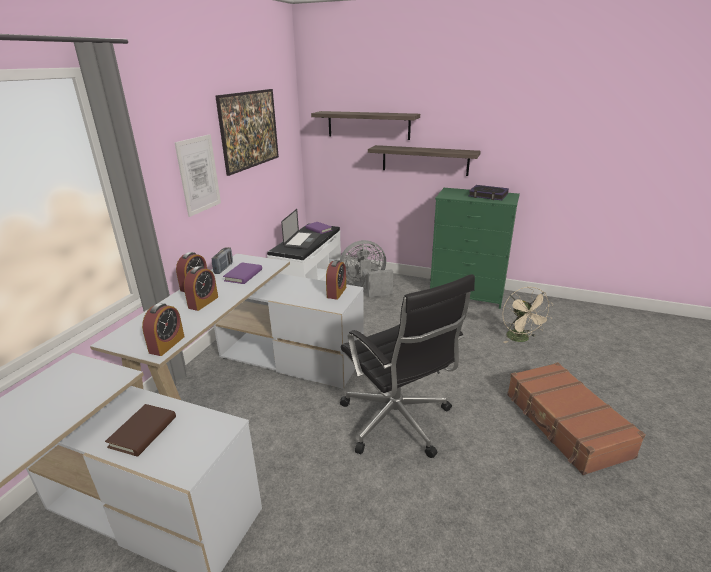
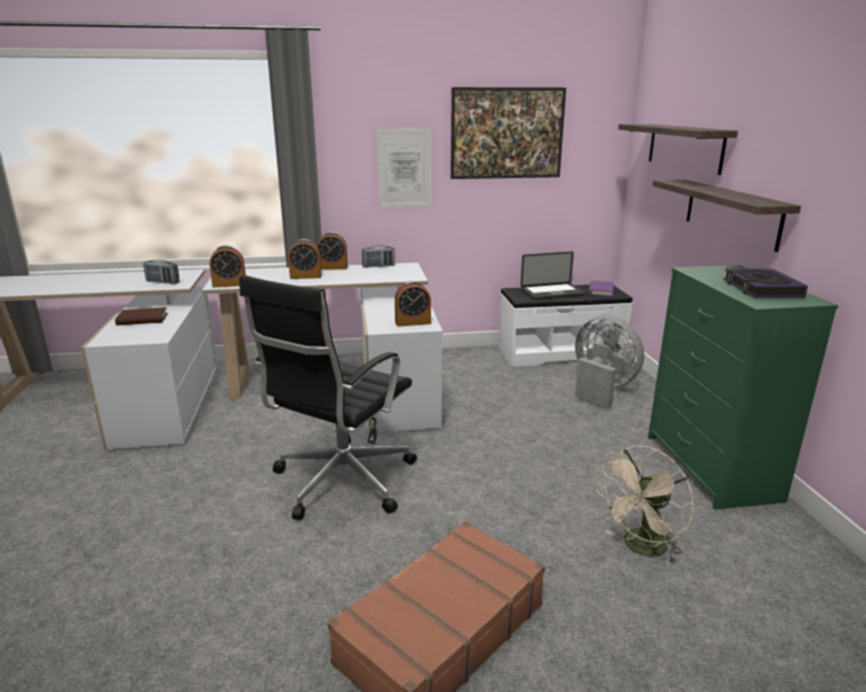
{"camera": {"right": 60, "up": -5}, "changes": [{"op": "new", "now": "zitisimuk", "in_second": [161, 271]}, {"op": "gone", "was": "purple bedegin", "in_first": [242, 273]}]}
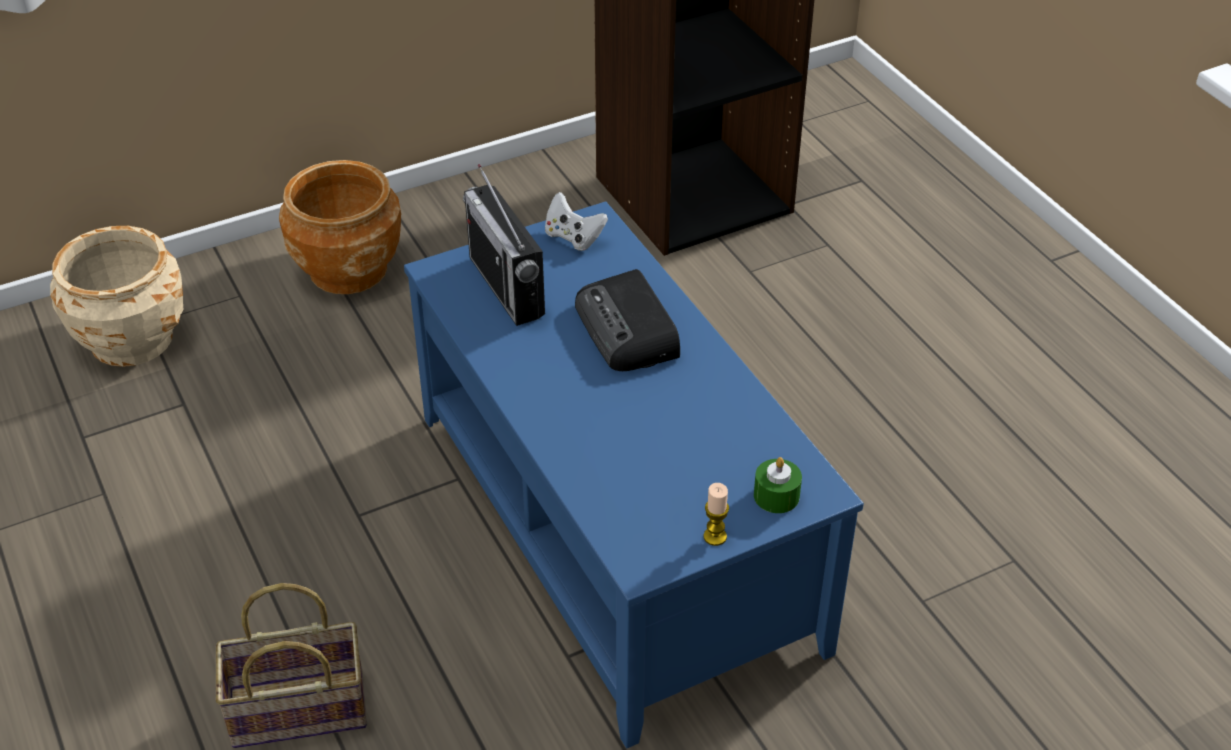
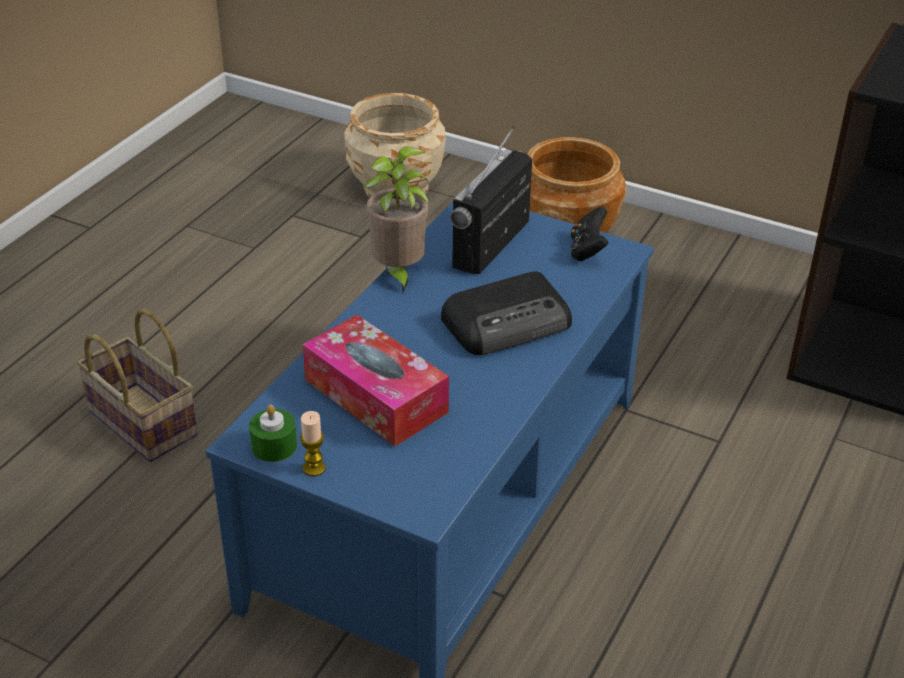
{"camera": {"right": 55, "up": -5}, "changes": [{"op": "shifted", "was": "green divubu", "in_first": [778, 485], "in_second": [273, 433]}, {"op": "new", "now": "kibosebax", "in_second": [376, 380]}, {"op": "new", "now": "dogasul", "in_second": [397, 220]}, {"op": "rotated", "was": "zitisimuk", "in_first": [627, 320], "in_second": [506, 313], "clockwise": -150}, {"op": "repainted", "was": "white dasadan", "now": "black dasadan", "in_first": [576, 221], "in_second": [589, 234]}]}
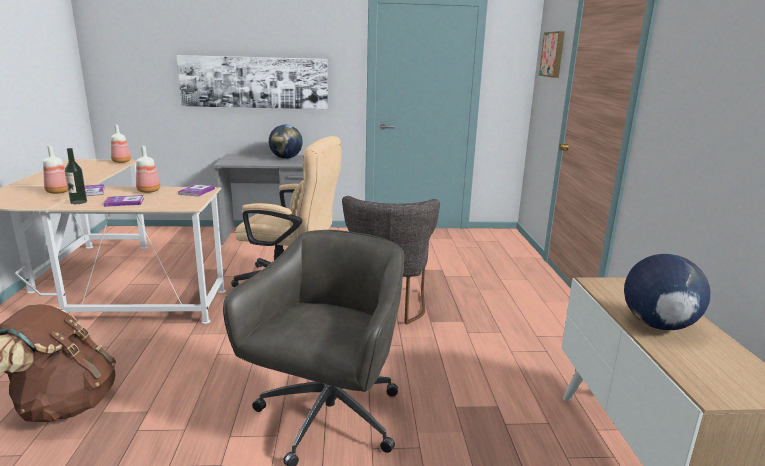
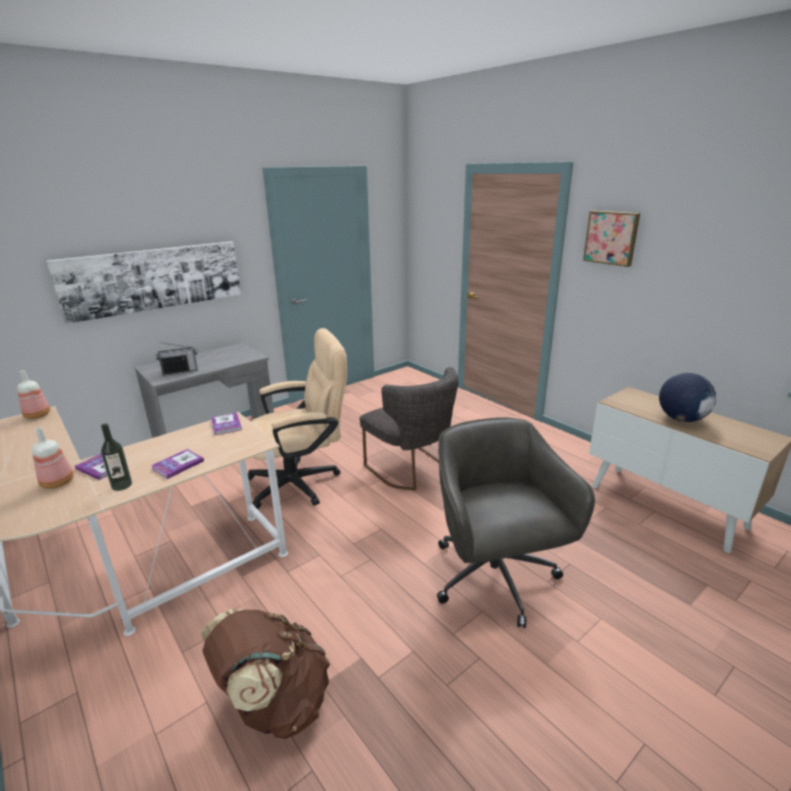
{"camera": {"right": -35, "up": 5}, "changes": [{"op": "new", "now": "zitisimuk", "in_second": [176, 359]}, {"op": "shifted", "was": "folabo", "in_first": [552, 54], "in_second": [611, 239]}, {"op": "gone", "was": "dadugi", "in_first": [148, 169]}, {"op": "gone", "was": "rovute", "in_first": [286, 142]}]}
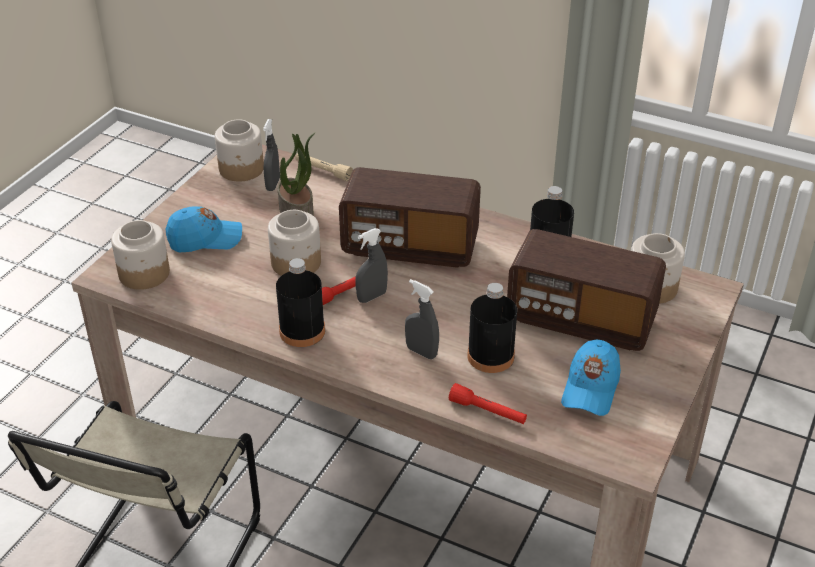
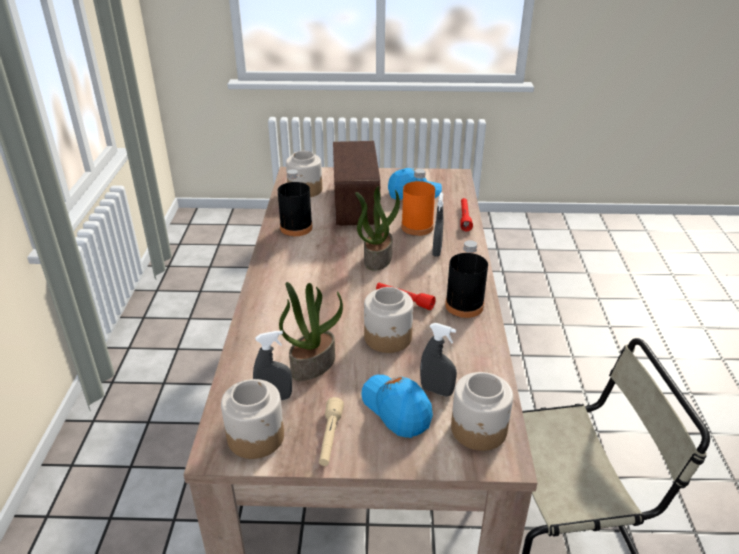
{"camera": {"right": -115, "up": -5}, "changes": [{"op": "shifted", "was": "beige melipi", "in_first": [324, 167], "in_second": [331, 431]}, {"op": "new", "now": "dogasul", "in_second": [377, 228]}, {"op": "repainted", "was": "black dadugi", "now": "orange dadugi", "in_first": [492, 328], "in_second": [418, 202]}, {"op": "shifted", "was": "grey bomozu", "in_first": [371, 265], "in_second": [438, 359]}, {"op": "gone", "was": "zitisimuk", "in_first": [410, 217]}]}
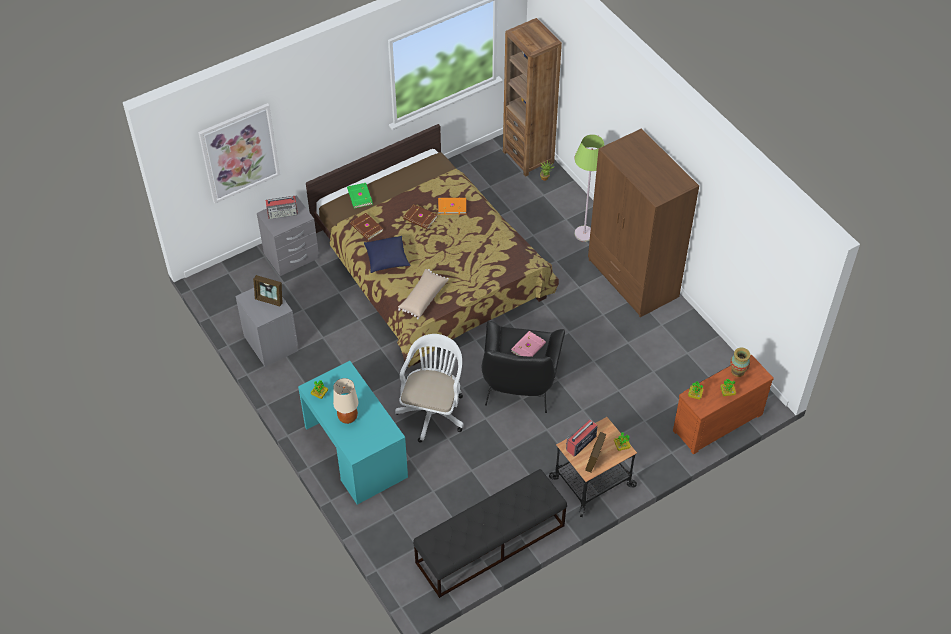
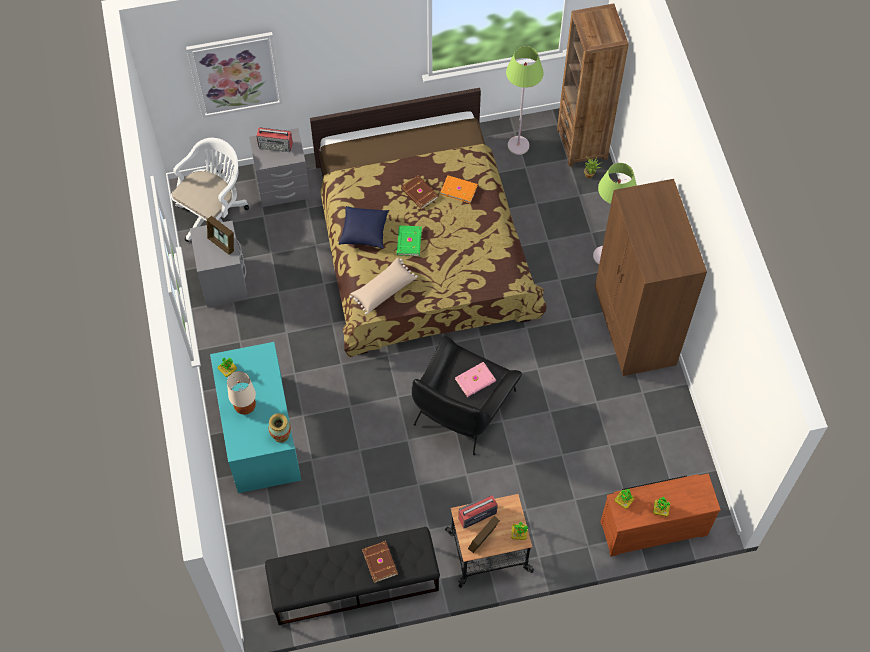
{"camera": {"right": 20, "up": 10}, "changes": [{"op": "shifted", "was": "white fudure", "in_first": [429, 388], "in_second": [210, 190]}, {"op": "shifted", "was": "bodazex", "in_first": [740, 362], "in_second": [279, 428]}, {"op": "shifted", "was": "brown bedegin", "in_first": [366, 226], "in_second": [380, 562]}, {"op": "shifted", "was": "green bedegin", "in_first": [360, 195], "in_second": [409, 240]}, {"op": "new", "now": "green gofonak", "in_second": [525, 100]}]}
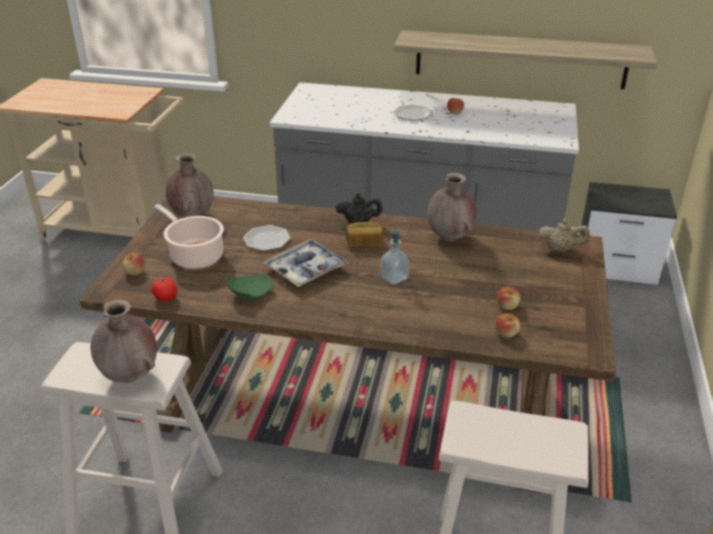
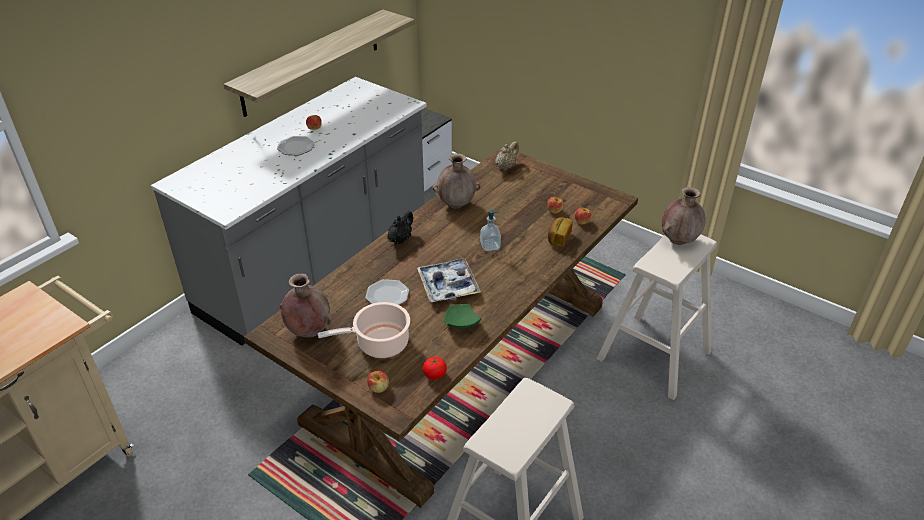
{"camera": {"right": -65, "up": 5}, "changes": [{"op": "shifted", "was": "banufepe", "in_first": [364, 234], "in_second": [560, 231]}, {"op": "shifted", "was": "brown bodazex", "in_first": [124, 341], "in_second": [684, 216]}]}
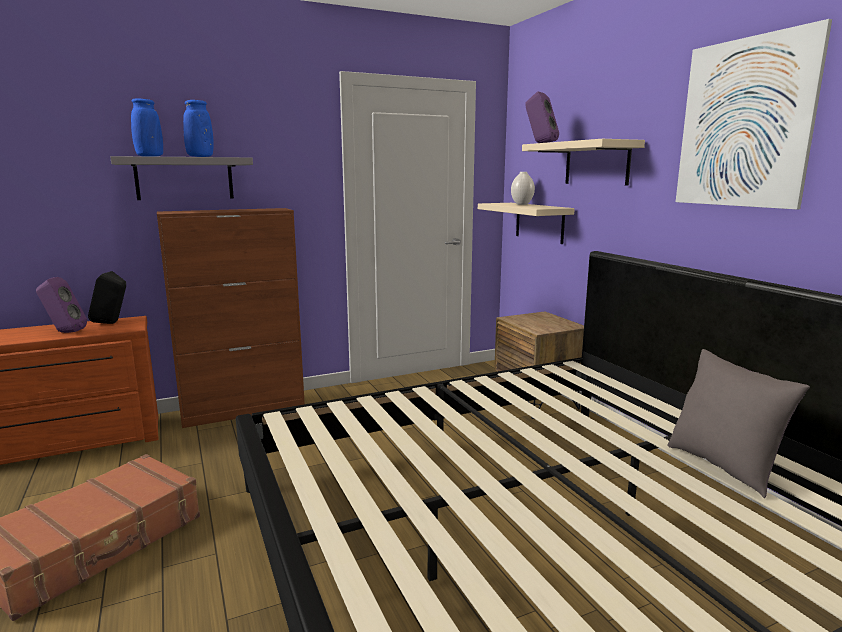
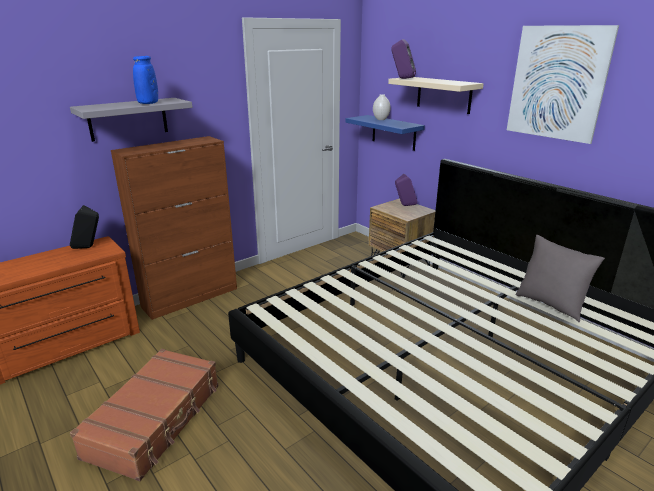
{"camera": {"right": -15, "up": 10}, "changes": [{"op": "repainted", "was": "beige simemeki", "now": "blue simemeki", "in_first": [526, 223], "in_second": [385, 133]}, {"op": "shifted", "was": "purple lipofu", "in_first": [61, 305], "in_second": [406, 190]}, {"op": "gone", "was": "blue bodazex", "in_first": [147, 127]}]}
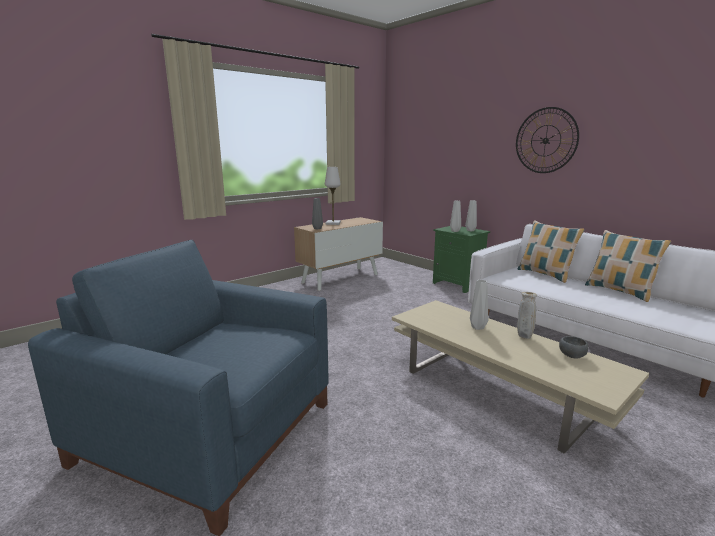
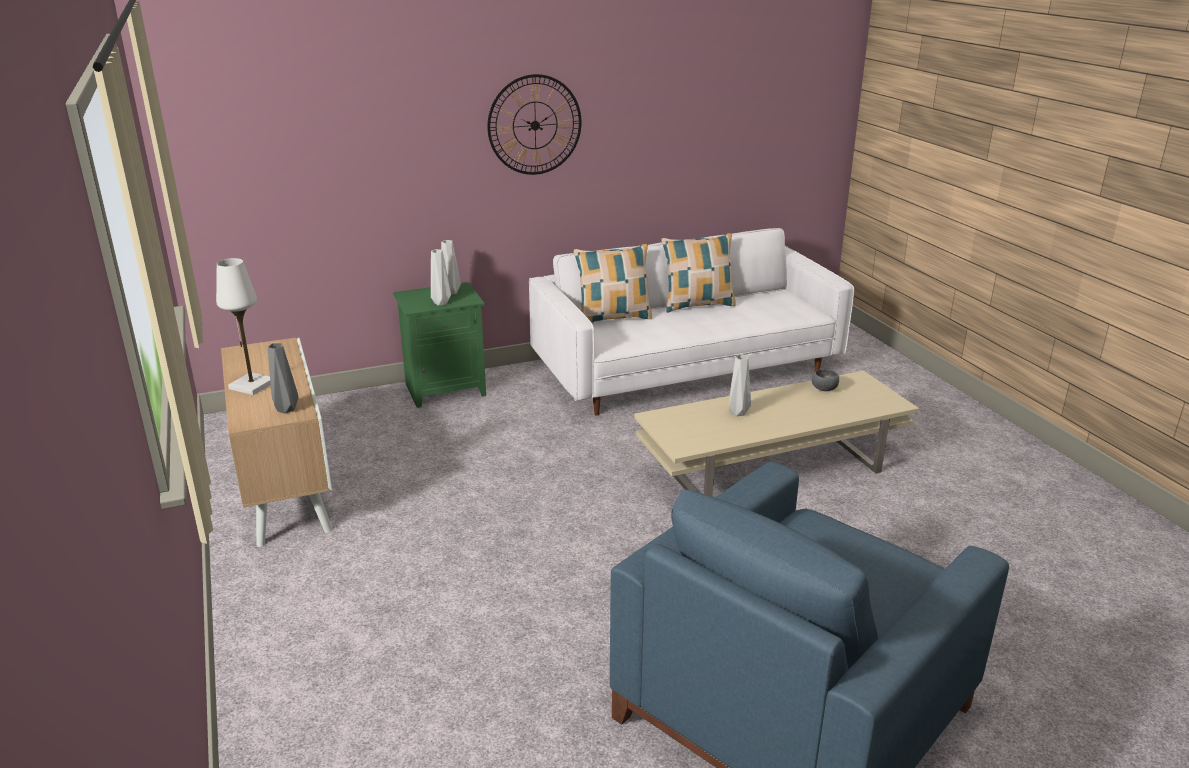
{"camera": {"right": -70, "up": 10}, "changes": [{"op": "gone", "was": "beige bodazex", "in_first": [527, 315]}]}
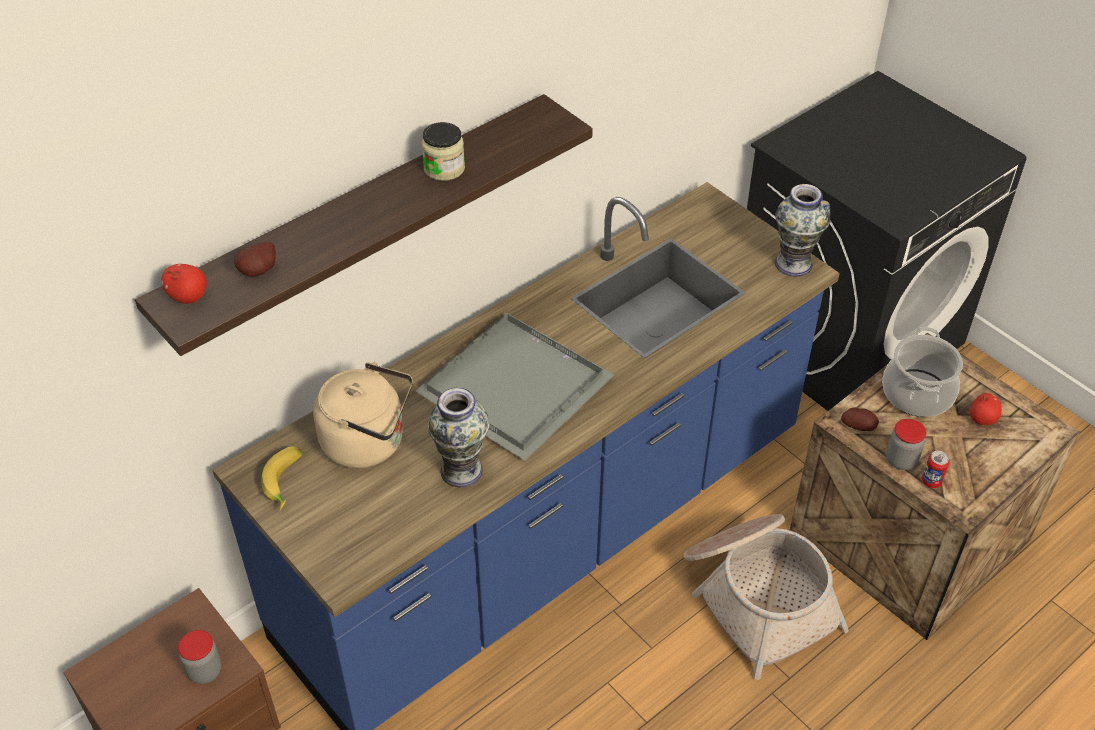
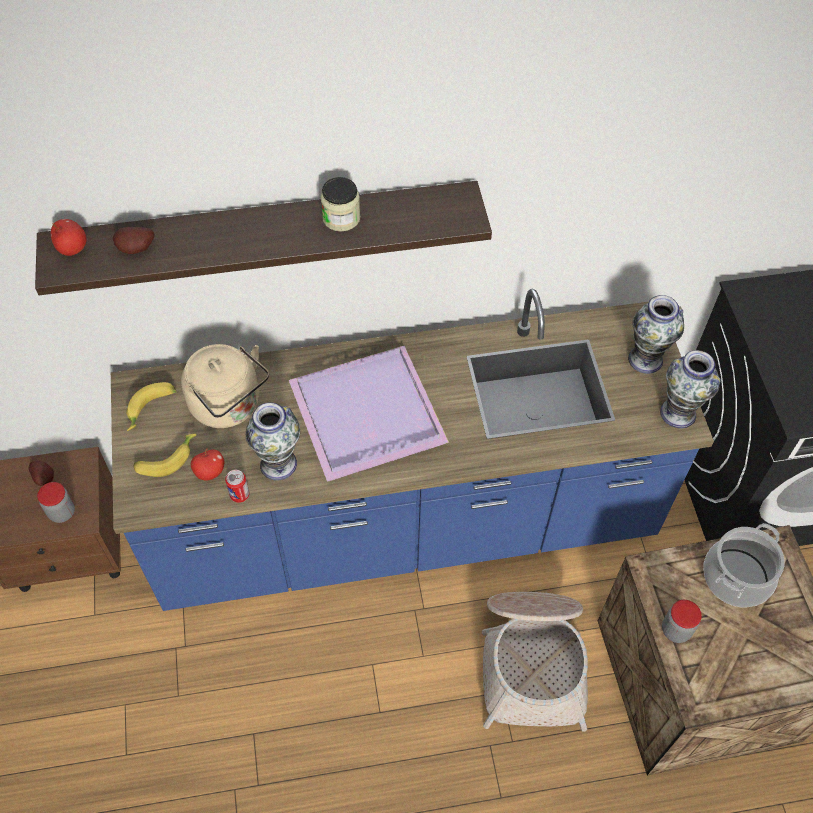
{"camera": {"right": 30, "up": 10}, "changes": [{"op": "shifted", "was": "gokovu", "in_first": [860, 419], "in_second": [41, 473]}, {"op": "new", "now": "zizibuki", "in_second": [165, 455]}, {"op": "shifted", "was": "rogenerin", "in_first": [986, 409], "in_second": [207, 465]}, {"op": "shifted", "was": "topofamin", "in_first": [936, 469], "in_second": [237, 486]}, {"op": "repainted", "was": "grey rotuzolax", "now": "purple rotuzolax", "in_first": [514, 387], "in_second": [369, 414]}, {"op": "new", "now": "bodazex", "in_second": [656, 334]}]}
